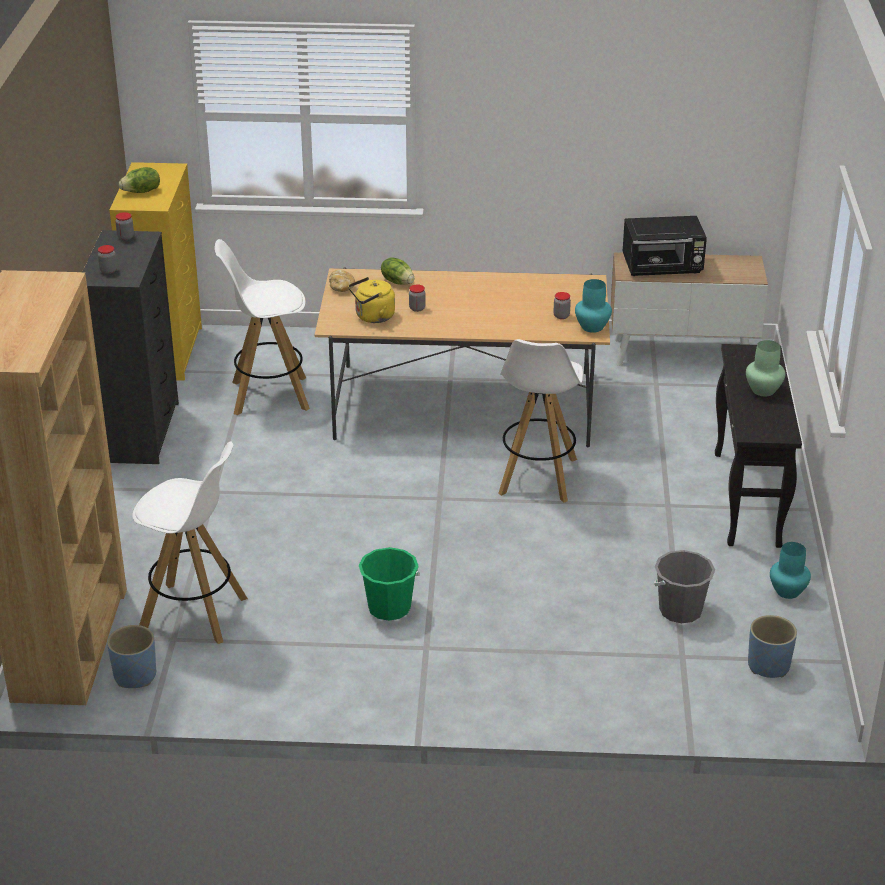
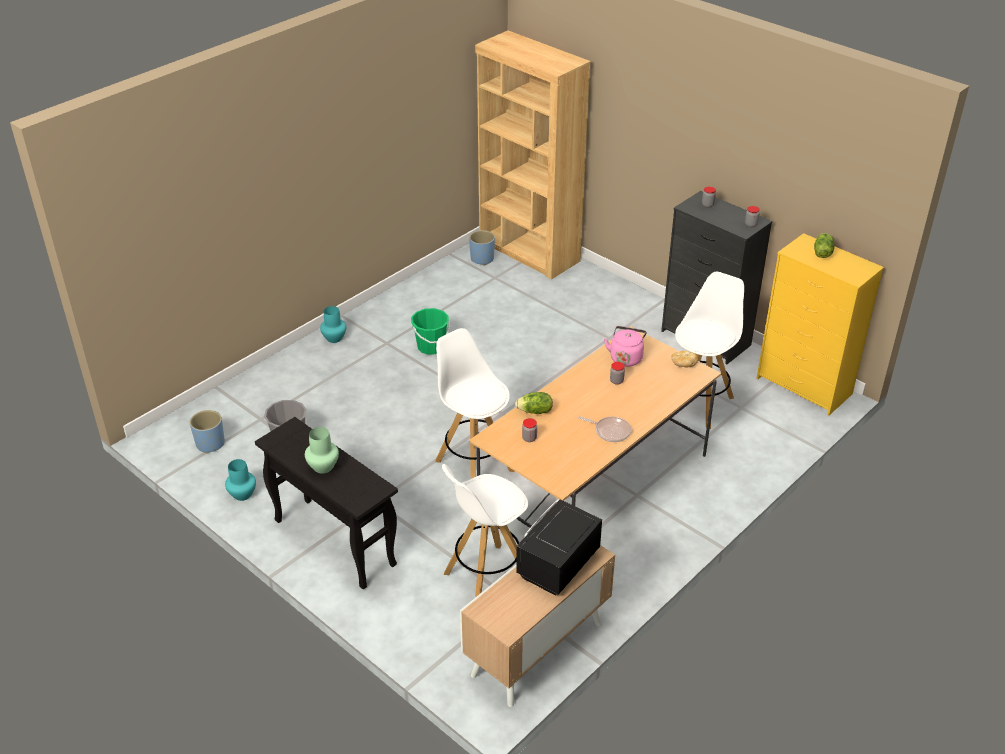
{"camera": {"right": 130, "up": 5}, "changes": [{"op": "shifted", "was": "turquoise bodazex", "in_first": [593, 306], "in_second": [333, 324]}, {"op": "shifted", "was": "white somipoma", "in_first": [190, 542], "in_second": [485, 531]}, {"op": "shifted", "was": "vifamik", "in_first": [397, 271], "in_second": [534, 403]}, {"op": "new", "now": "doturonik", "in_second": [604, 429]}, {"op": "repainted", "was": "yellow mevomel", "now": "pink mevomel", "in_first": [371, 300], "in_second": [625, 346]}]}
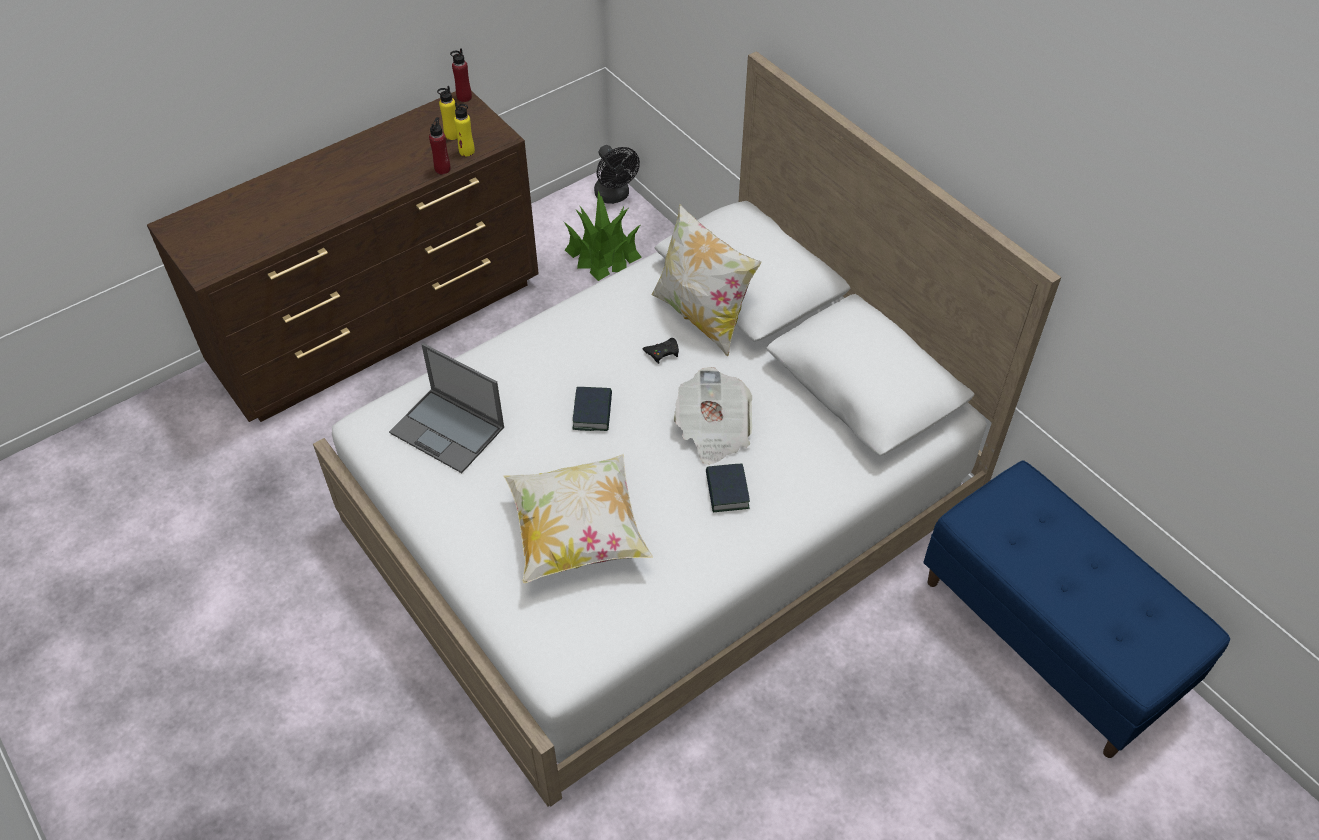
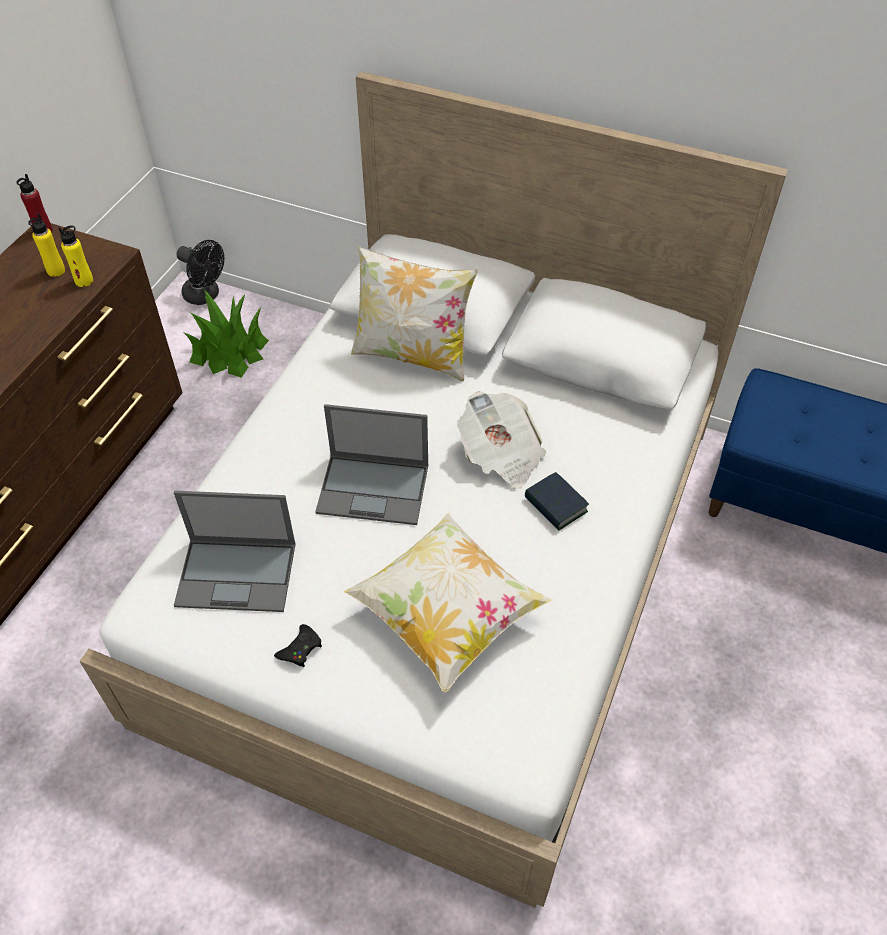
{"camera": {"right": -30, "up": 0}, "changes": [{"op": "shifted", "was": "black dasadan", "in_first": [661, 351], "in_second": [298, 645]}, {"op": "swapped", "was": "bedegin", "now": "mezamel", "in_first": [592, 409], "in_second": [371, 464]}, {"op": "gone", "was": "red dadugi", "in_first": [440, 145]}]}
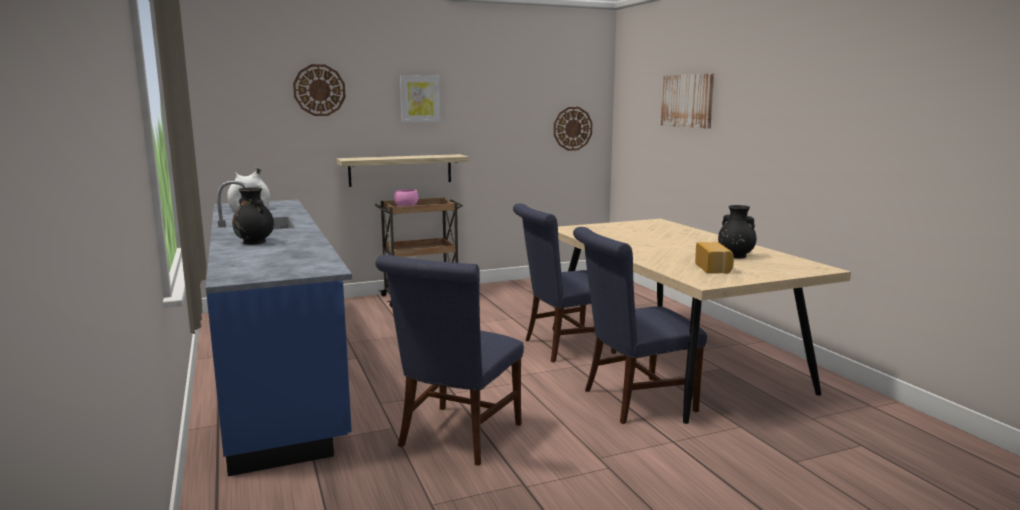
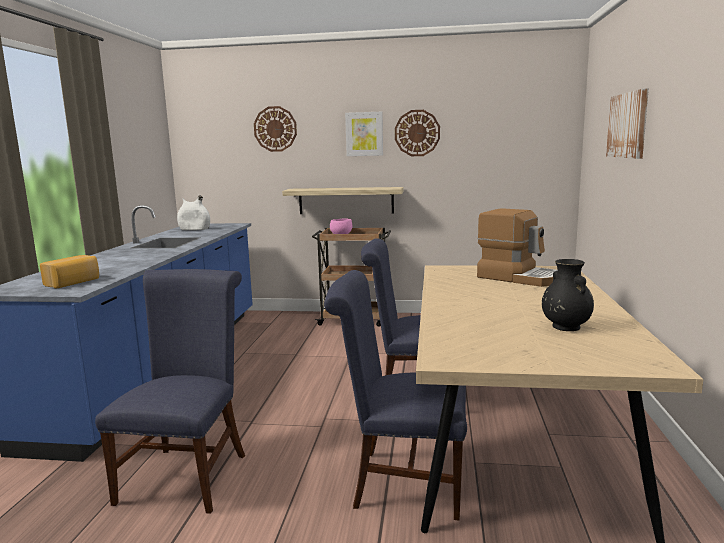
{"camera": {"right": 30, "up": 0}, "changes": [{"op": "shifted", "was": "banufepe", "in_first": [714, 258], "in_second": [69, 271]}, {"op": "rotated", "was": "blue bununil", "in_first": [449, 360], "in_second": [170, 391], "clockwise": 135}, {"op": "shifted", "was": "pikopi", "in_first": [573, 129], "in_second": [417, 133]}, {"op": "new", "now": "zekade", "in_second": [517, 247]}, {"op": "gone", "was": "black bodazex", "in_first": [253, 216]}]}
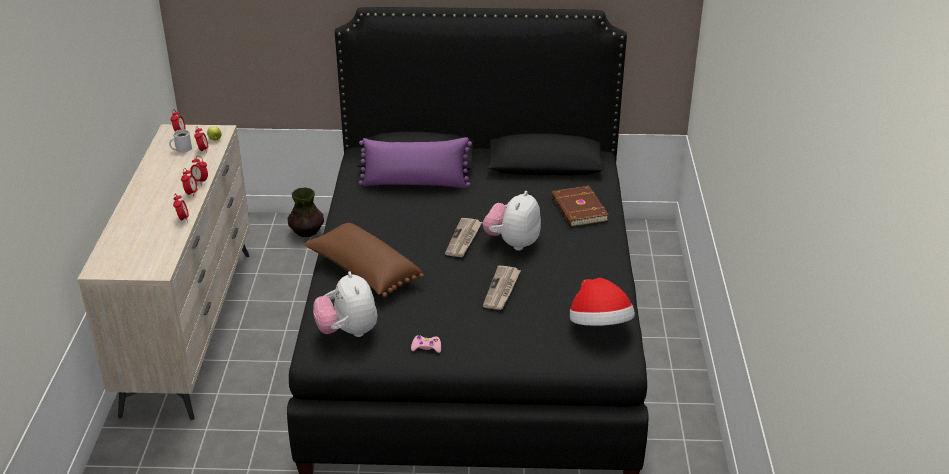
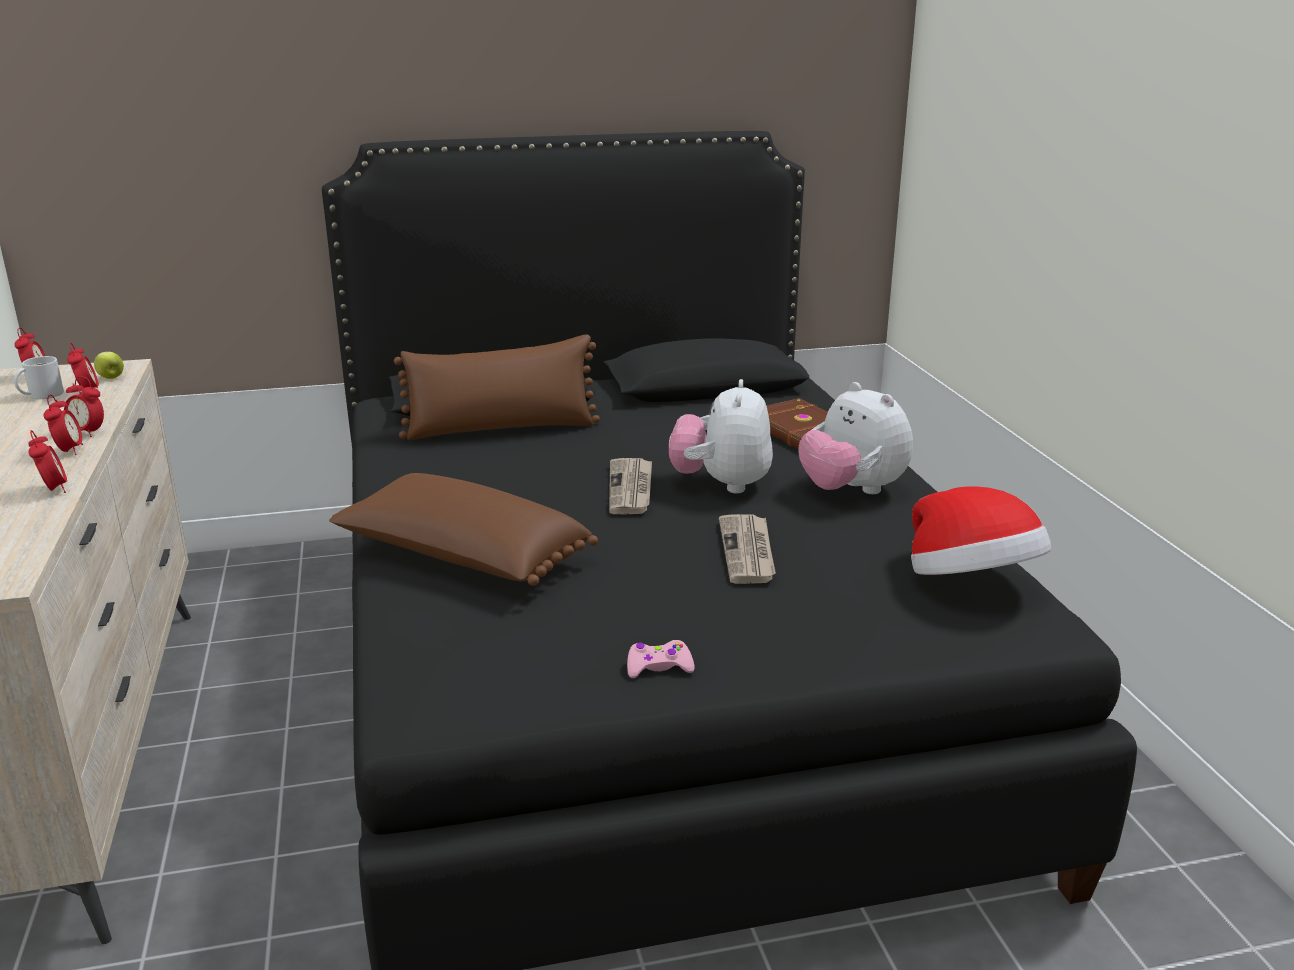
{"camera": {"right": -15, "up": -10}, "changes": [{"op": "repainted", "was": "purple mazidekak", "now": "brown mazidekak", "in_first": [415, 162], "in_second": [497, 387]}, {"op": "shifted", "was": "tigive", "in_first": [345, 304], "in_second": [855, 438]}, {"op": "gone", "was": "bodazex", "in_first": [306, 212]}]}
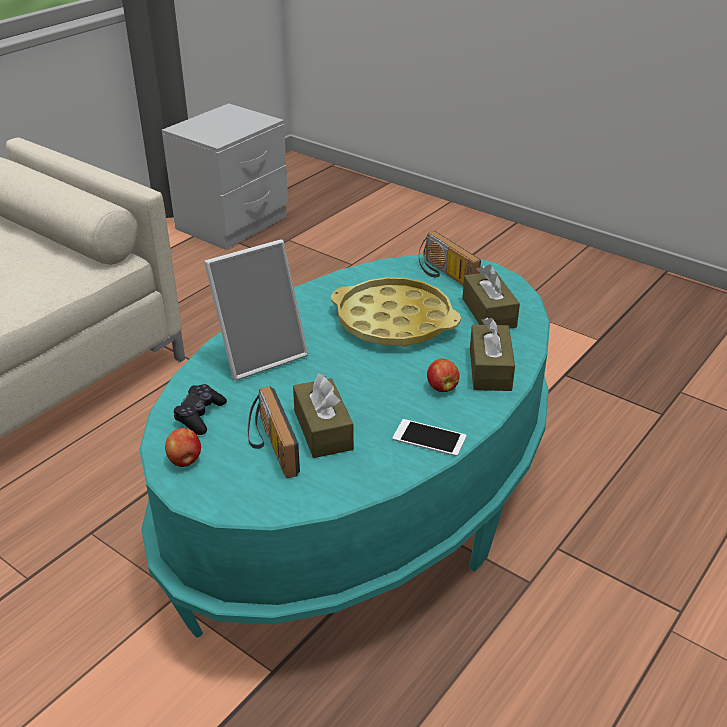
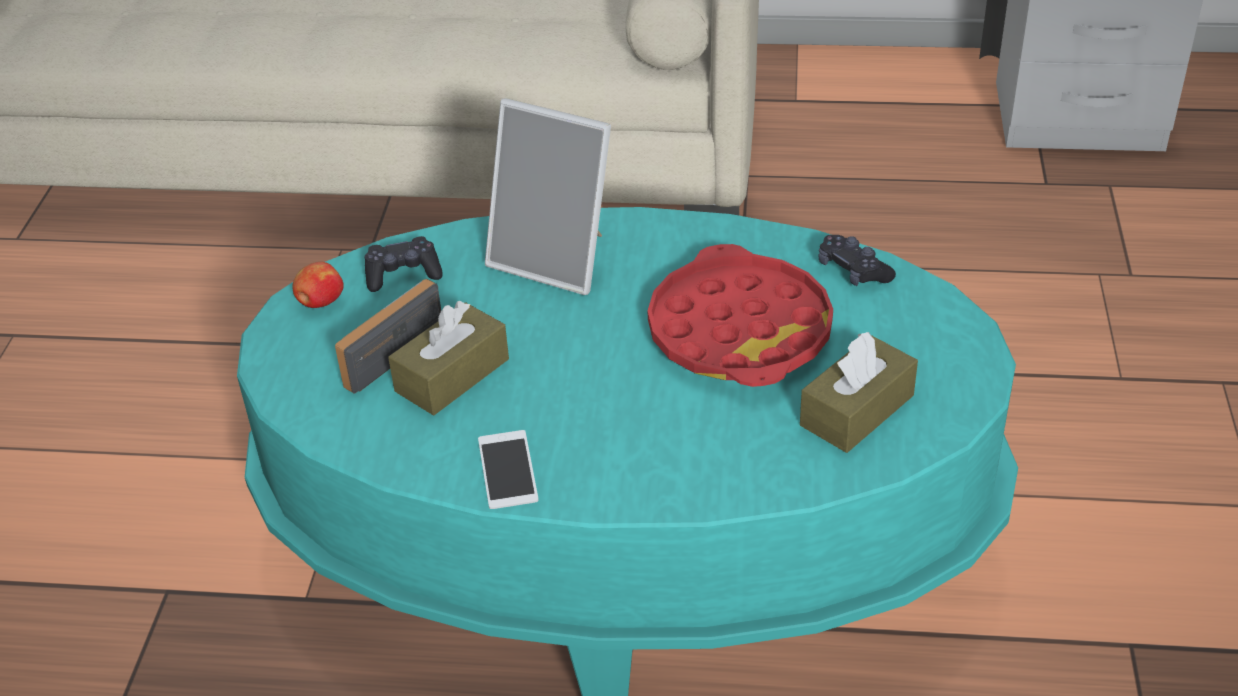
{"camera": {"right": 60, "up": 5}, "changes": [{"op": "repainted", "was": "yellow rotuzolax", "now": "red rotuzolax", "in_first": [396, 312], "in_second": [740, 315]}, {"op": "new", "now": "black dasadan", "in_second": [857, 260]}, {"op": "gone", "was": "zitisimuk", "in_first": [450, 258]}, {"op": "gone", "was": "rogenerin", "in_first": [443, 375]}, {"op": "gone", "was": "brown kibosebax", "in_first": [492, 354]}]}
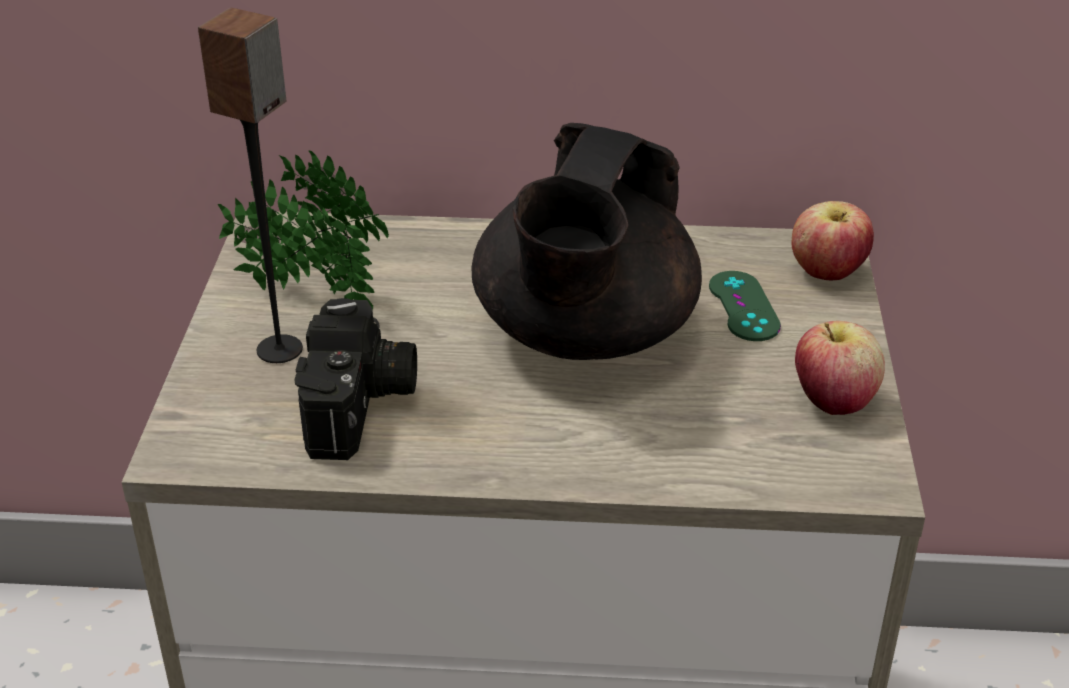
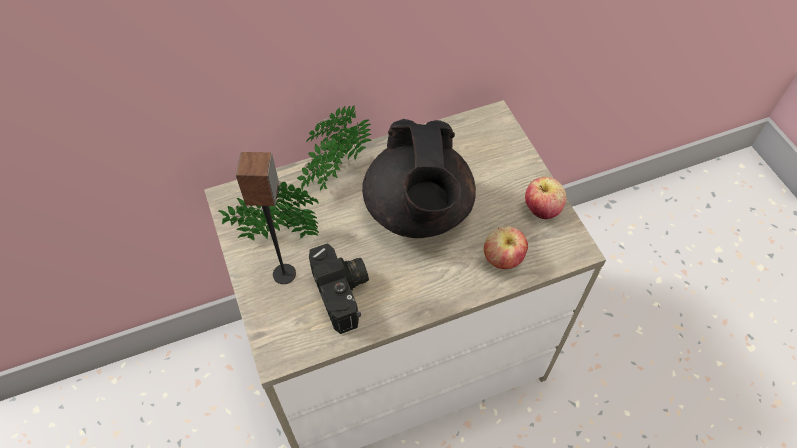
{"camera": {"right": -25, "up": 20}, "changes": [{"op": "new", "now": "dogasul", "in_second": [334, 148]}, {"op": "shifted", "was": "rogenerin", "in_first": [833, 240], "in_second": [506, 247]}, {"op": "gone", "was": "green dasadan", "in_first": [745, 306]}]}
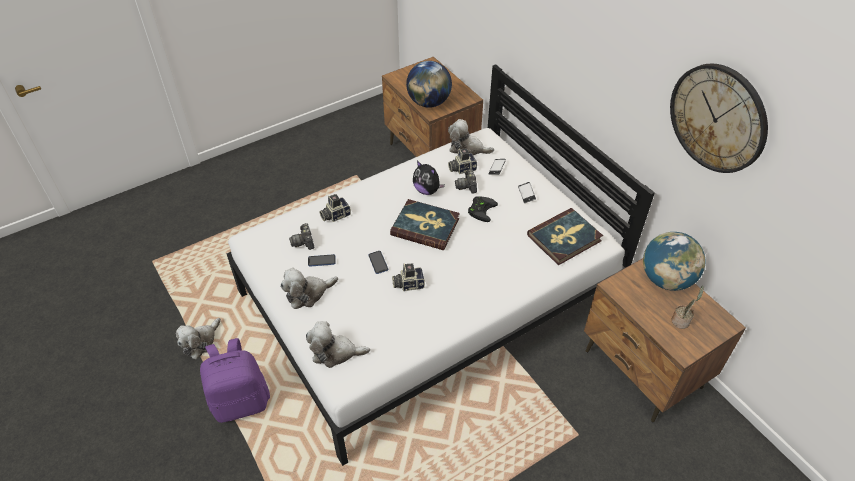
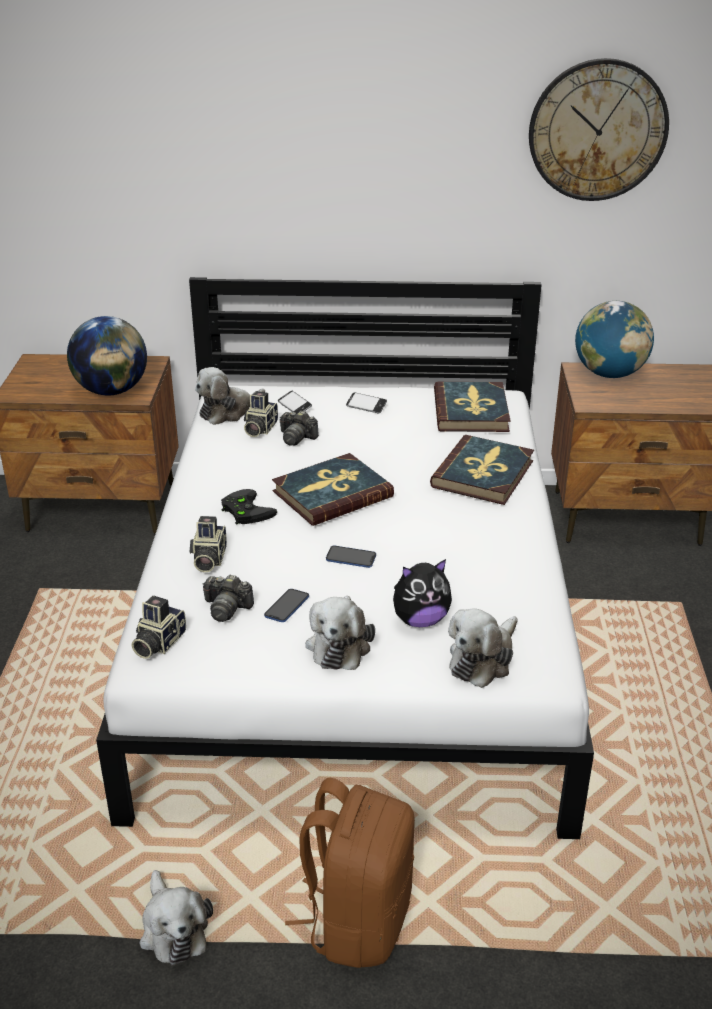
{"camera": {"right": -55, "up": -15}, "changes": [{"op": "shifted", "was": "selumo", "in_first": [408, 277], "in_second": [159, 627]}, {"op": "shifted", "was": "black dasadan", "in_first": [483, 209], "in_second": [249, 507]}, {"op": "repainted", "was": "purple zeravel", "now": "brown zeravel", "in_first": [235, 380], "in_second": [350, 873]}, {"op": "shifted", "was": "tigive", "in_first": [429, 178], "in_second": [422, 593]}, {"op": "new", "now": "bedegin", "in_second": [482, 470]}, {"op": "gone", "was": "dogasul", "in_first": [687, 307]}]}
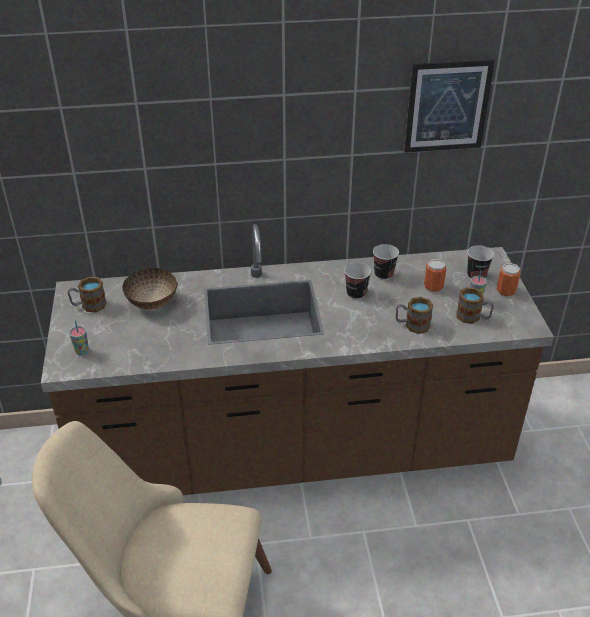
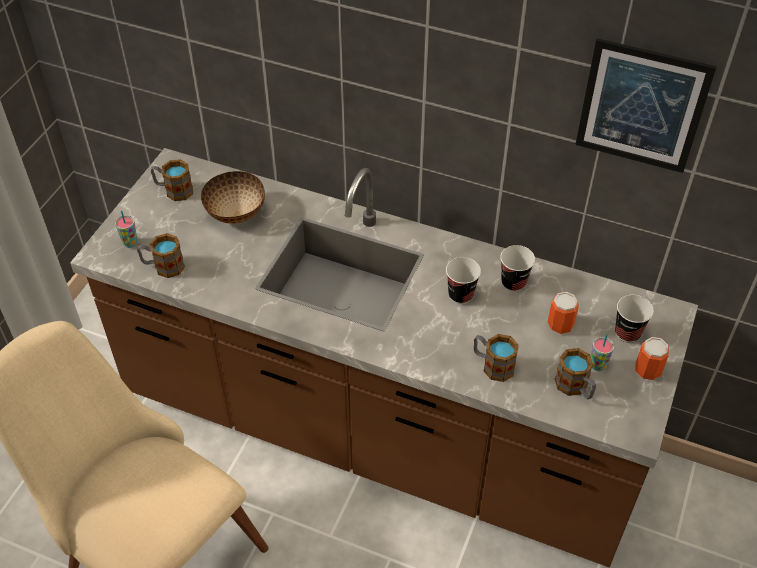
{"camera": {"right": 30, "up": 10}, "changes": [{"op": "new", "now": "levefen", "in_second": [161, 255]}]}
